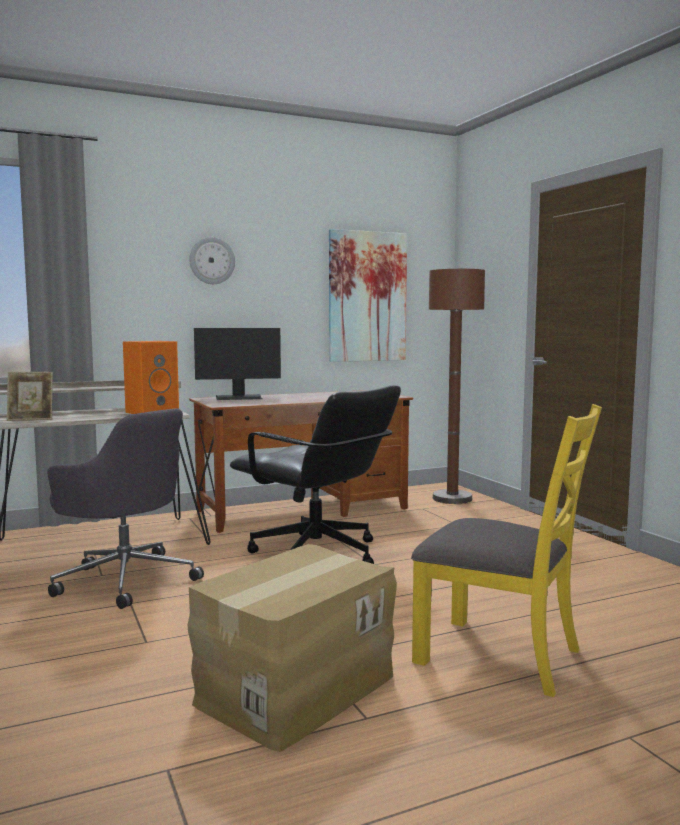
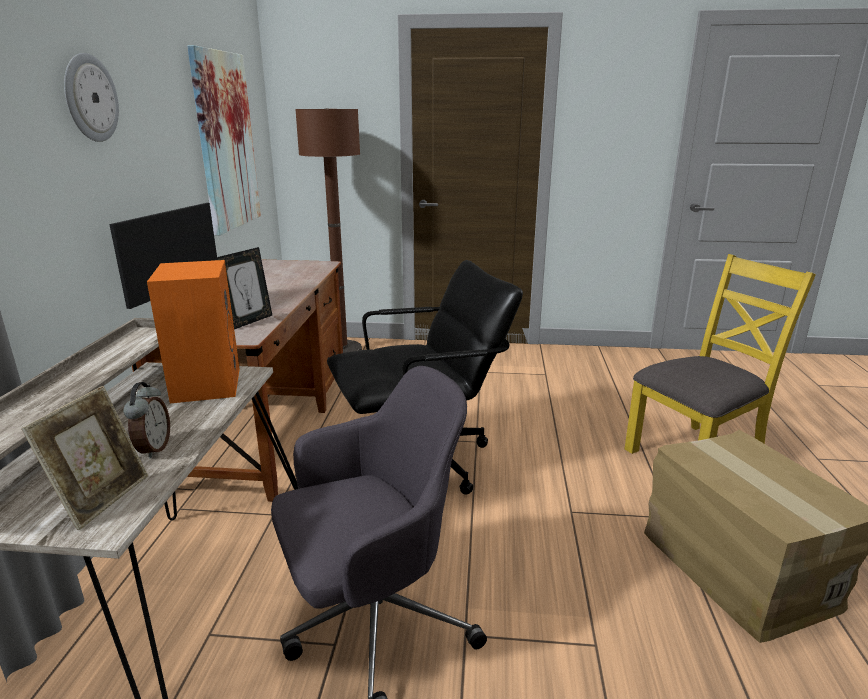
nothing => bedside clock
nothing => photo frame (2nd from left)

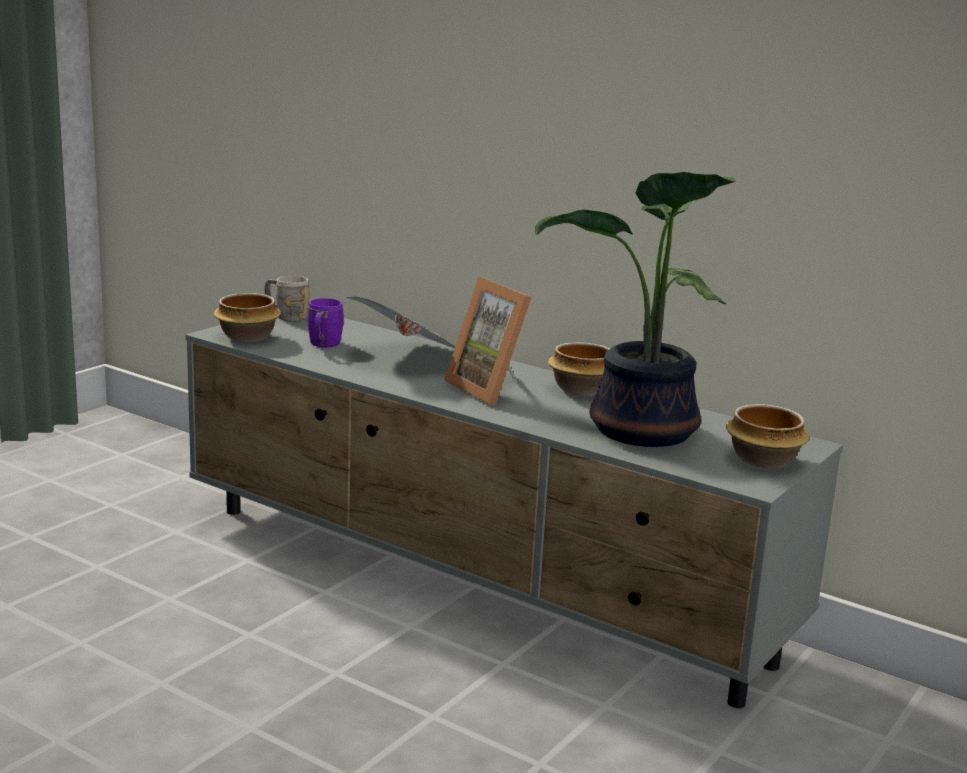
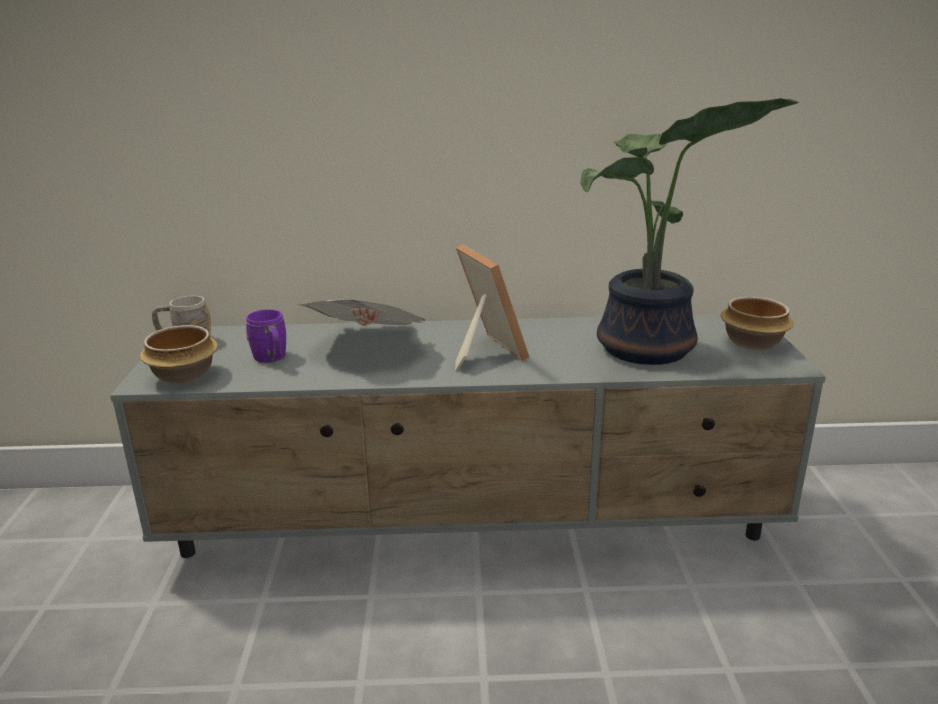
bowl (2nd from left) => nothing
photo frame, 135 degrees counterclockwise

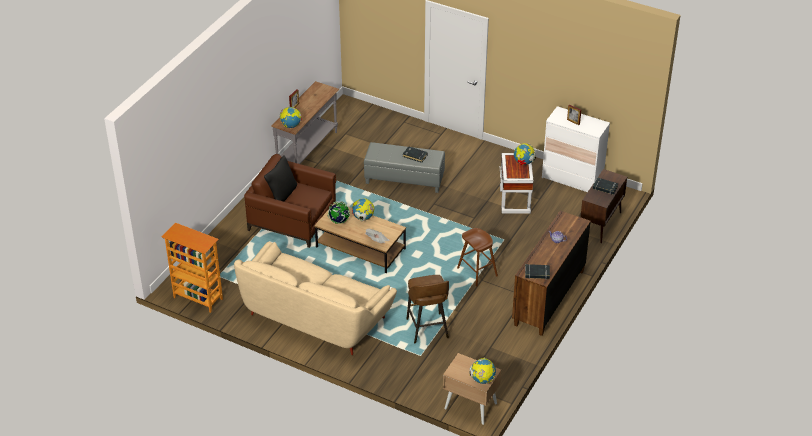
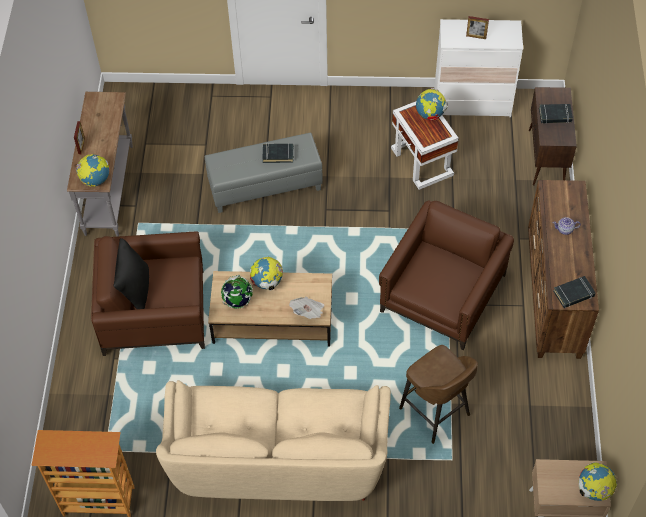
stool seat/brown (2nd from left) => lounge chair/brown (2nd from left)

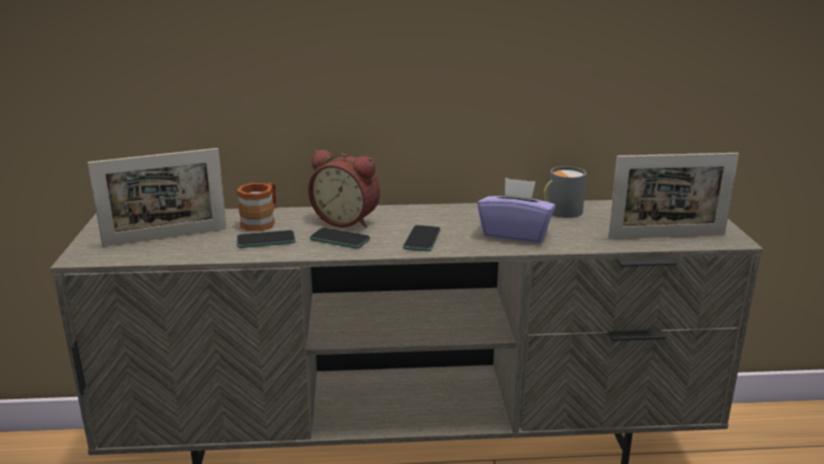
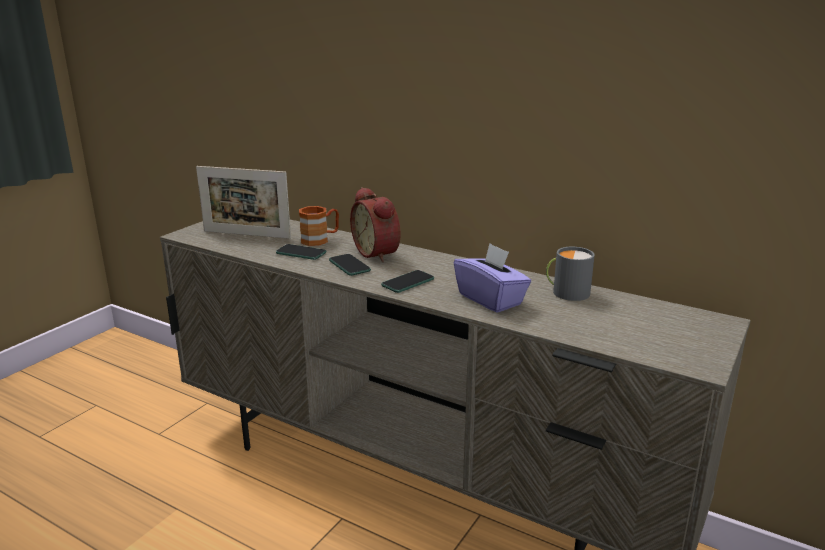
photo frame (2nd from left) => nothing

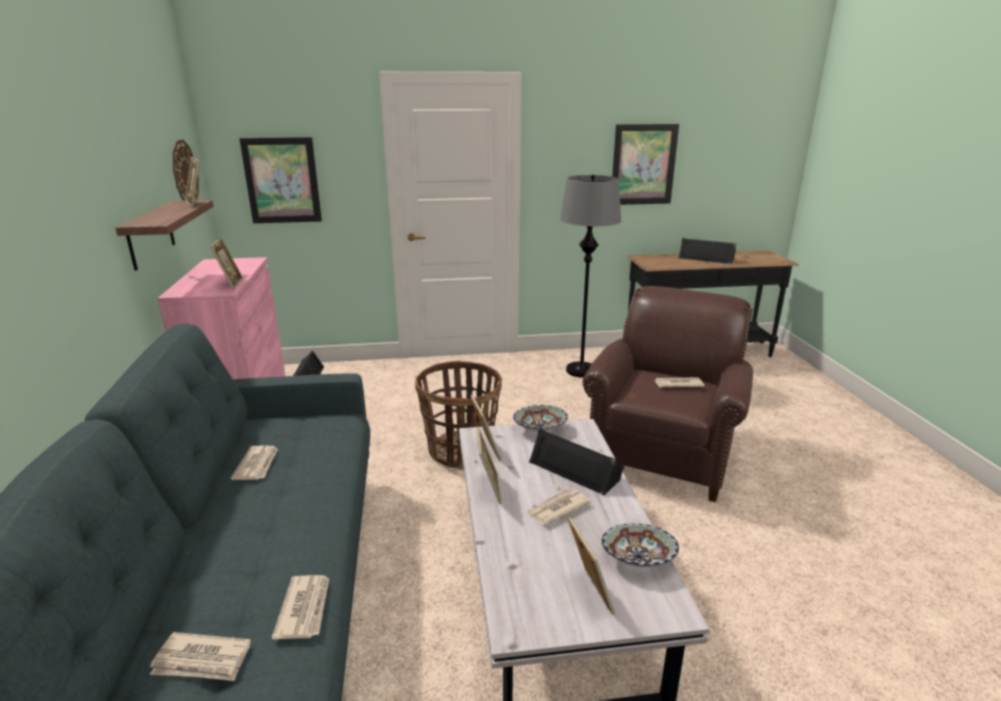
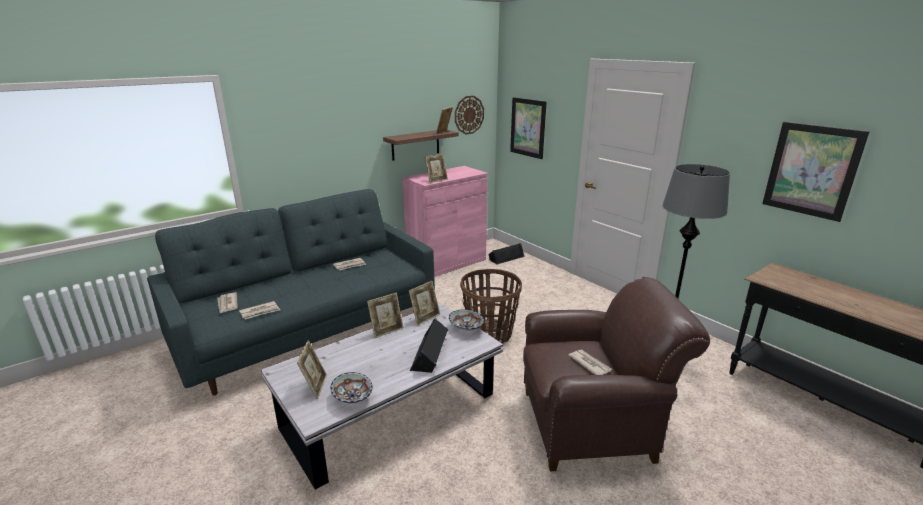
printed paper (4th from left) => nothing
speaker/black (3rd from left) => nothing
photo frame (5th from left in the first image) => photo frame (1st from left), 45 degrees counterclockwise

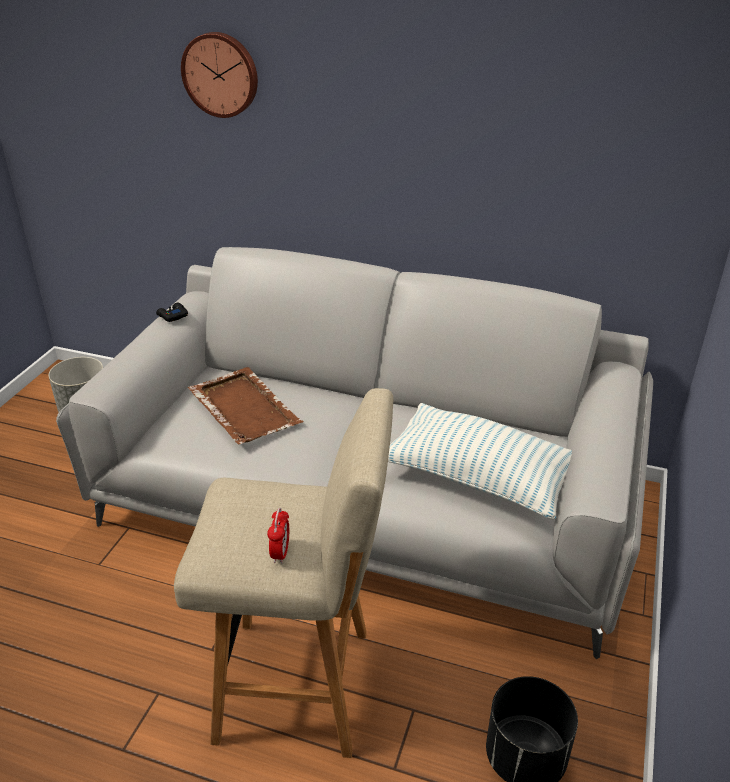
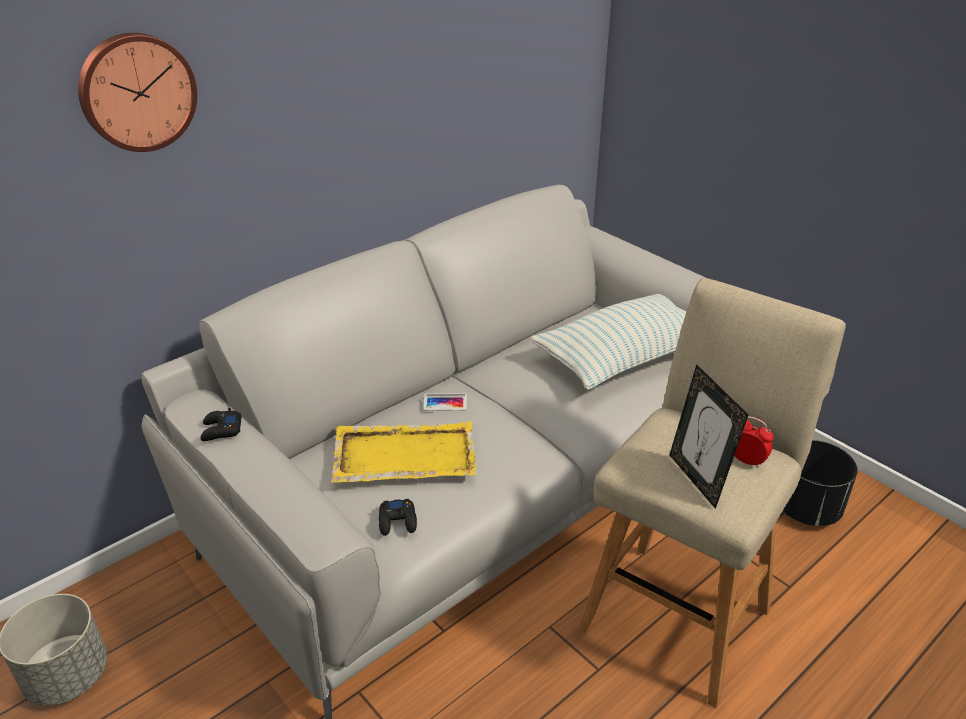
nothing => gamepad/black (2nd from left)
nothing => phone
nothing => photo frame
carrying tray/brown => carrying tray/yellowish

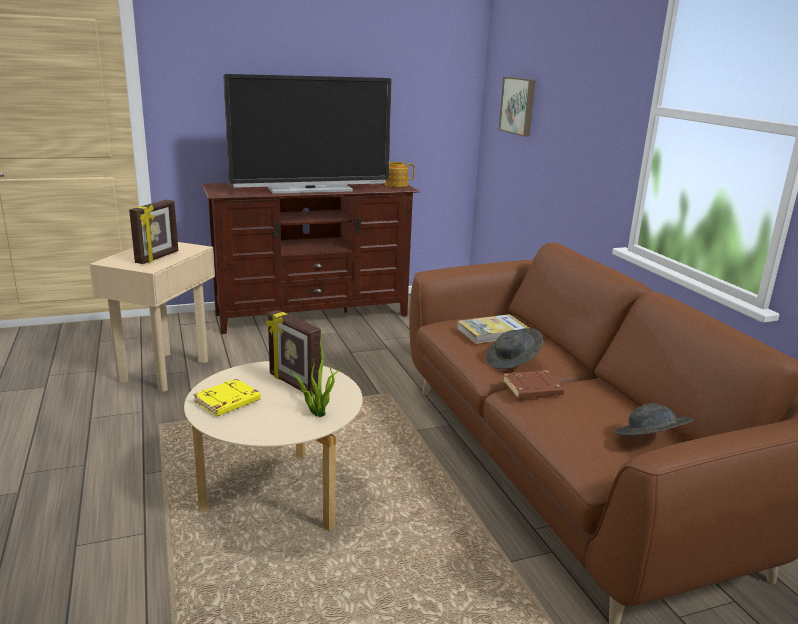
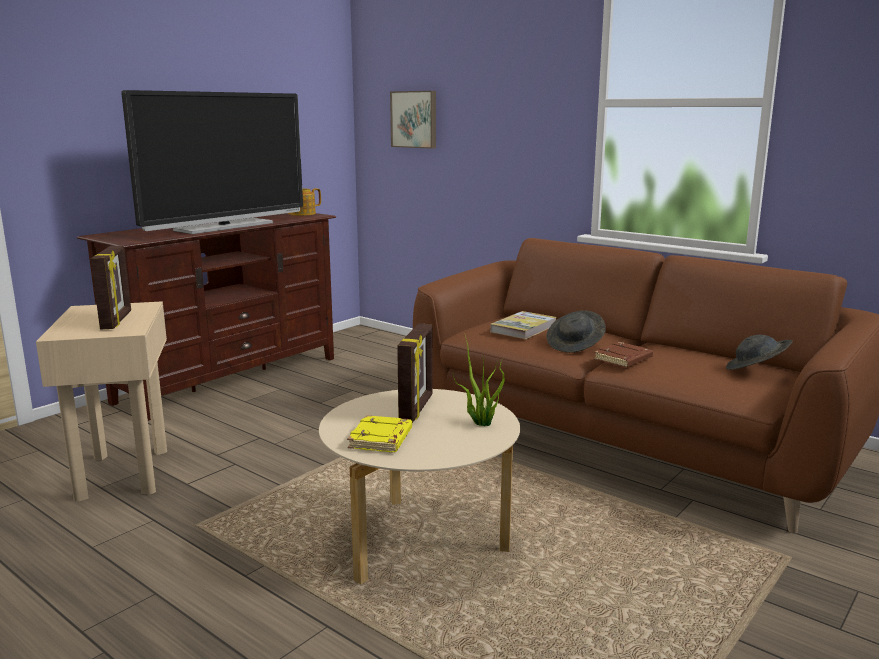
photo frame (2nd from left), 90 degrees counterclockwise

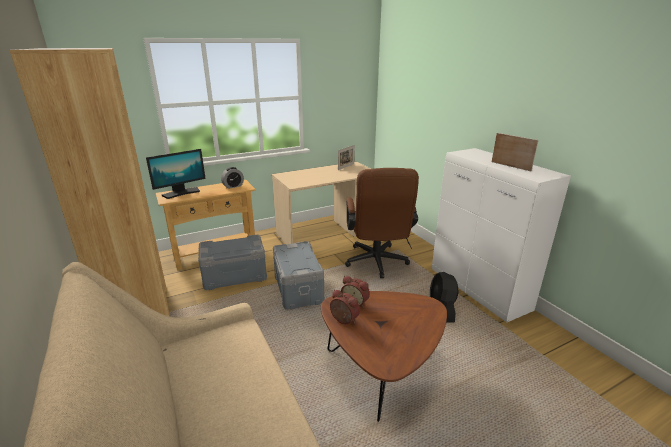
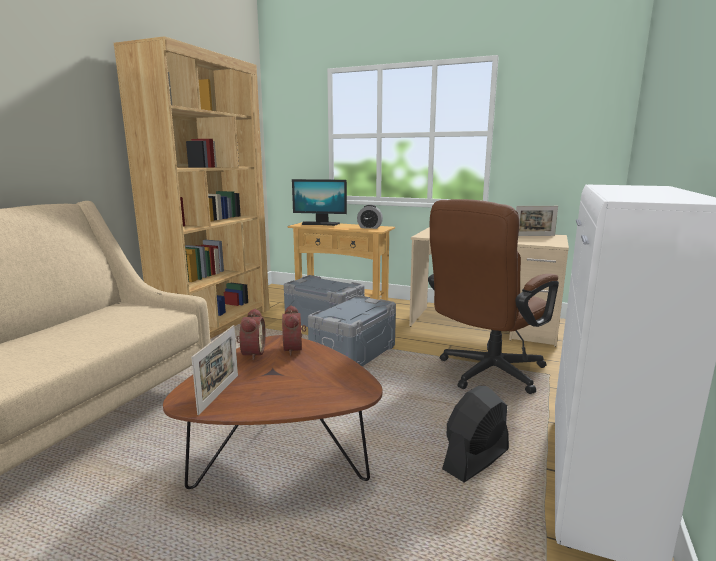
photo frame (2nd from left in the first image) => photo frame (1st from left), moved

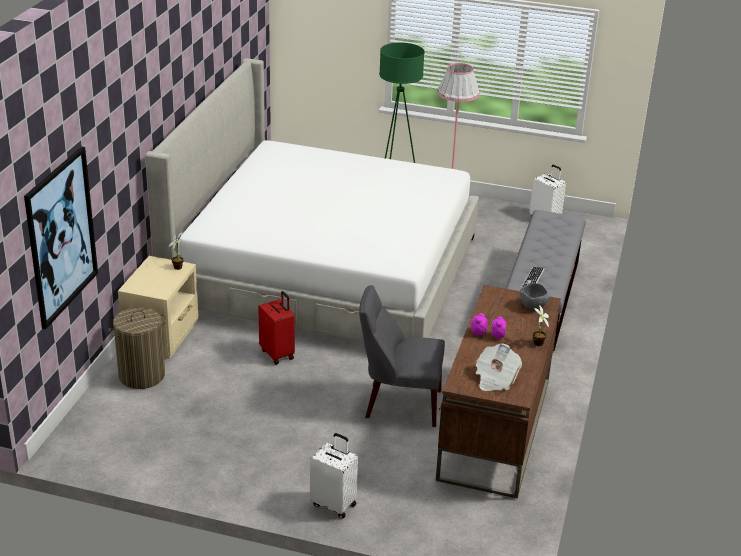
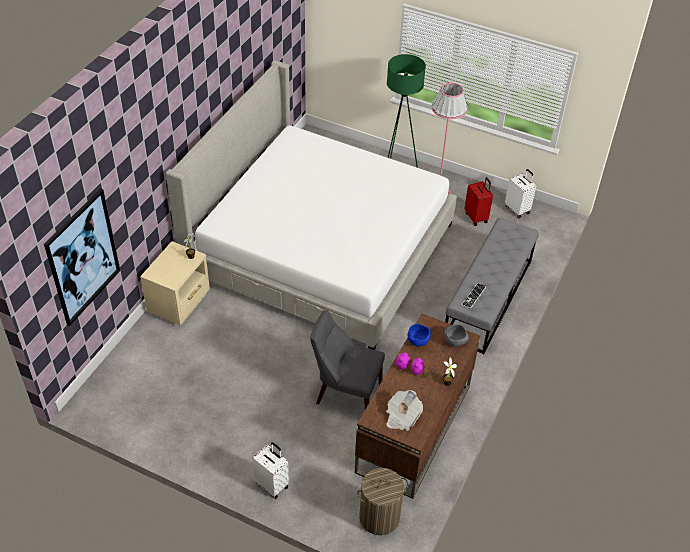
nothing => bowl/blue-coloured
washing basket, moved
suitcase/reddish, moved

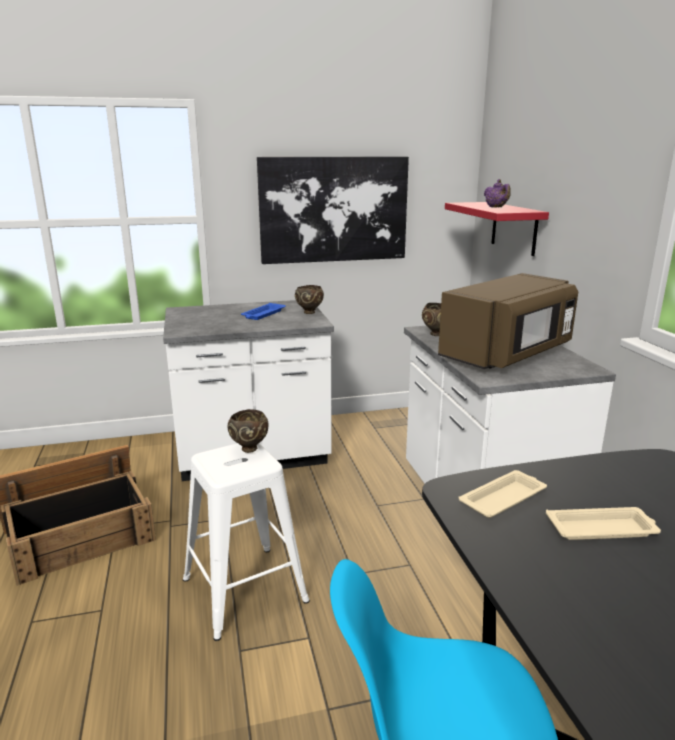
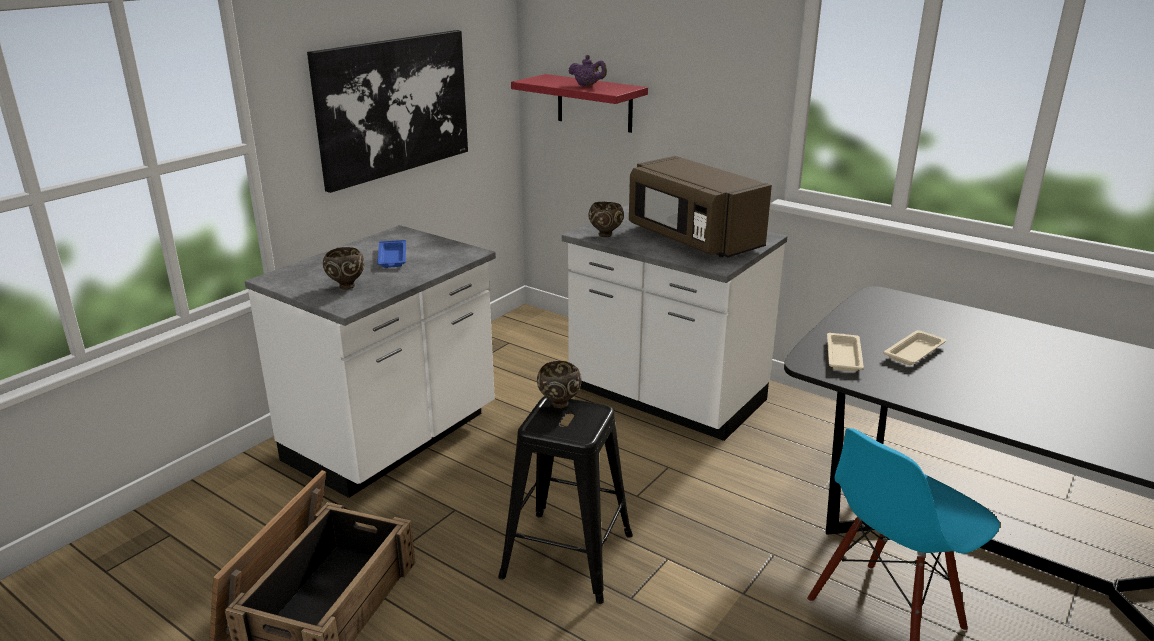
bowl/brown (2nd from left in the first image) => bowl/brown (1st from left), moved
stool seat/white-coloured => stool seat/black
kitchen microwave/brown, 135 degrees clockwise

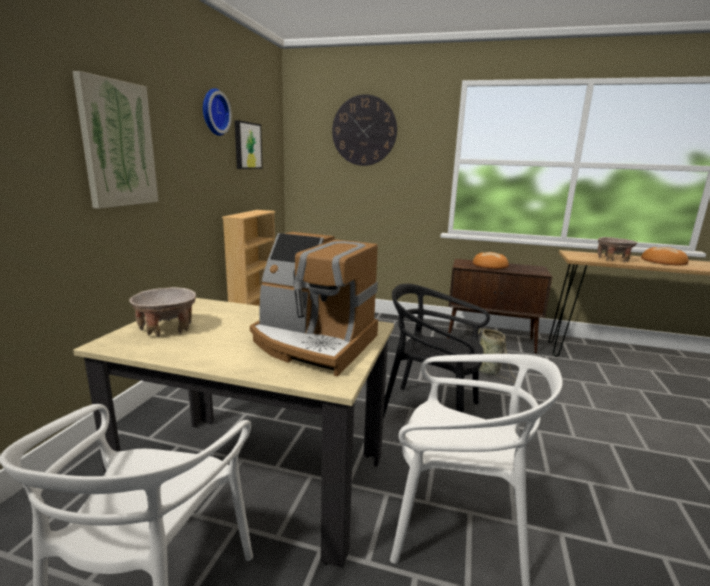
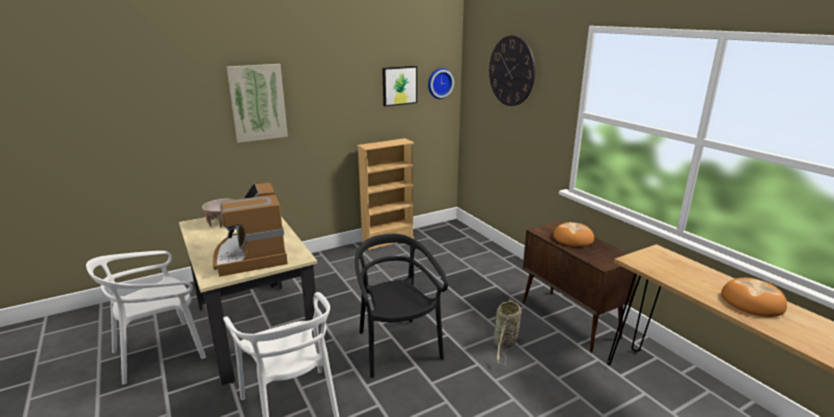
bowl/beige (2nd from left) => nothing
clock on the wall (1st from left), moved

